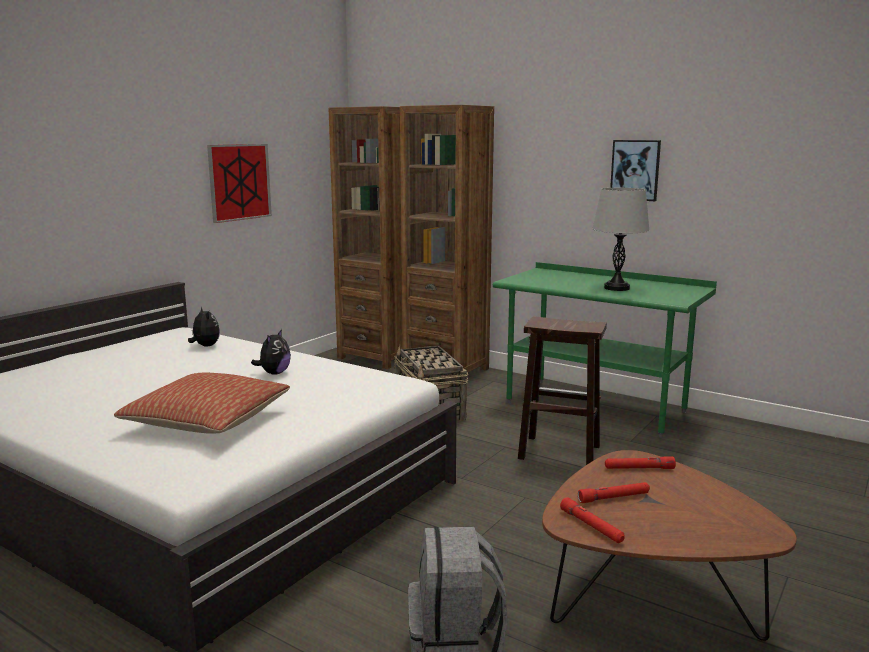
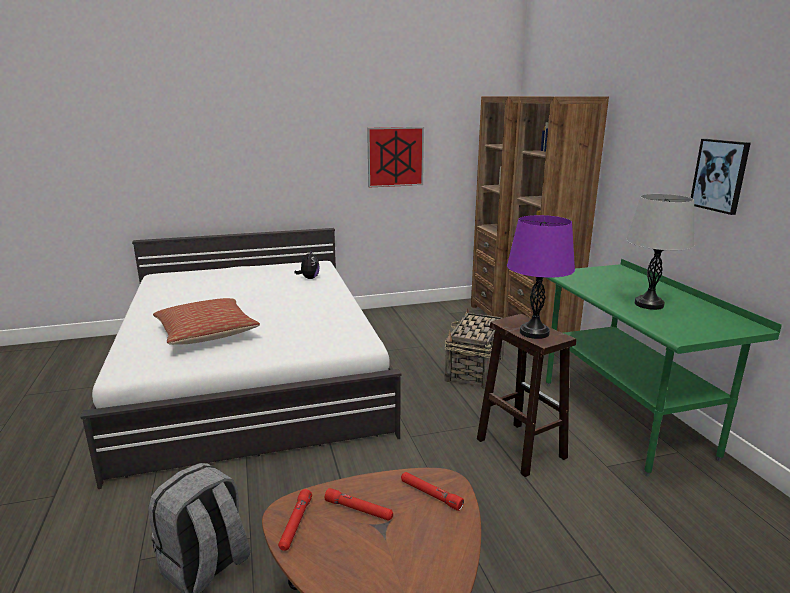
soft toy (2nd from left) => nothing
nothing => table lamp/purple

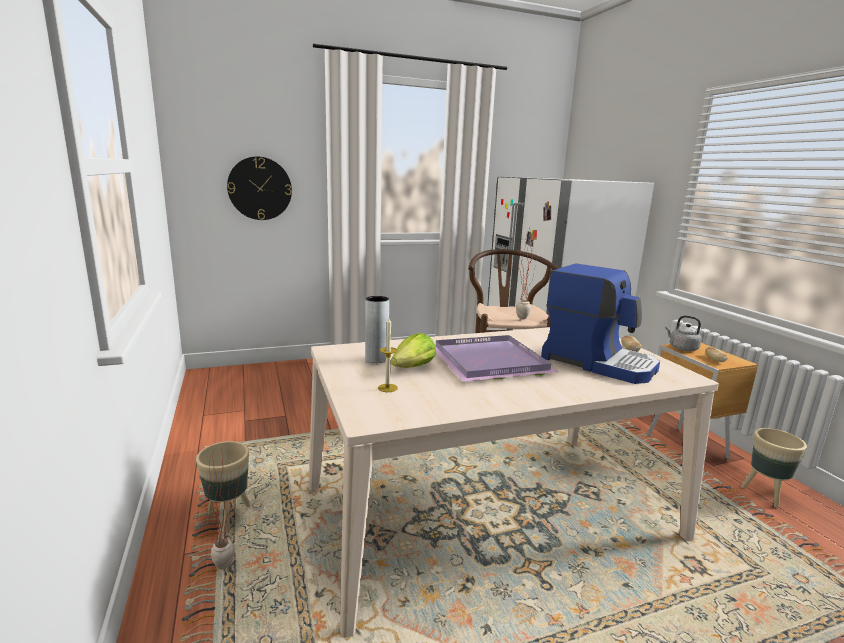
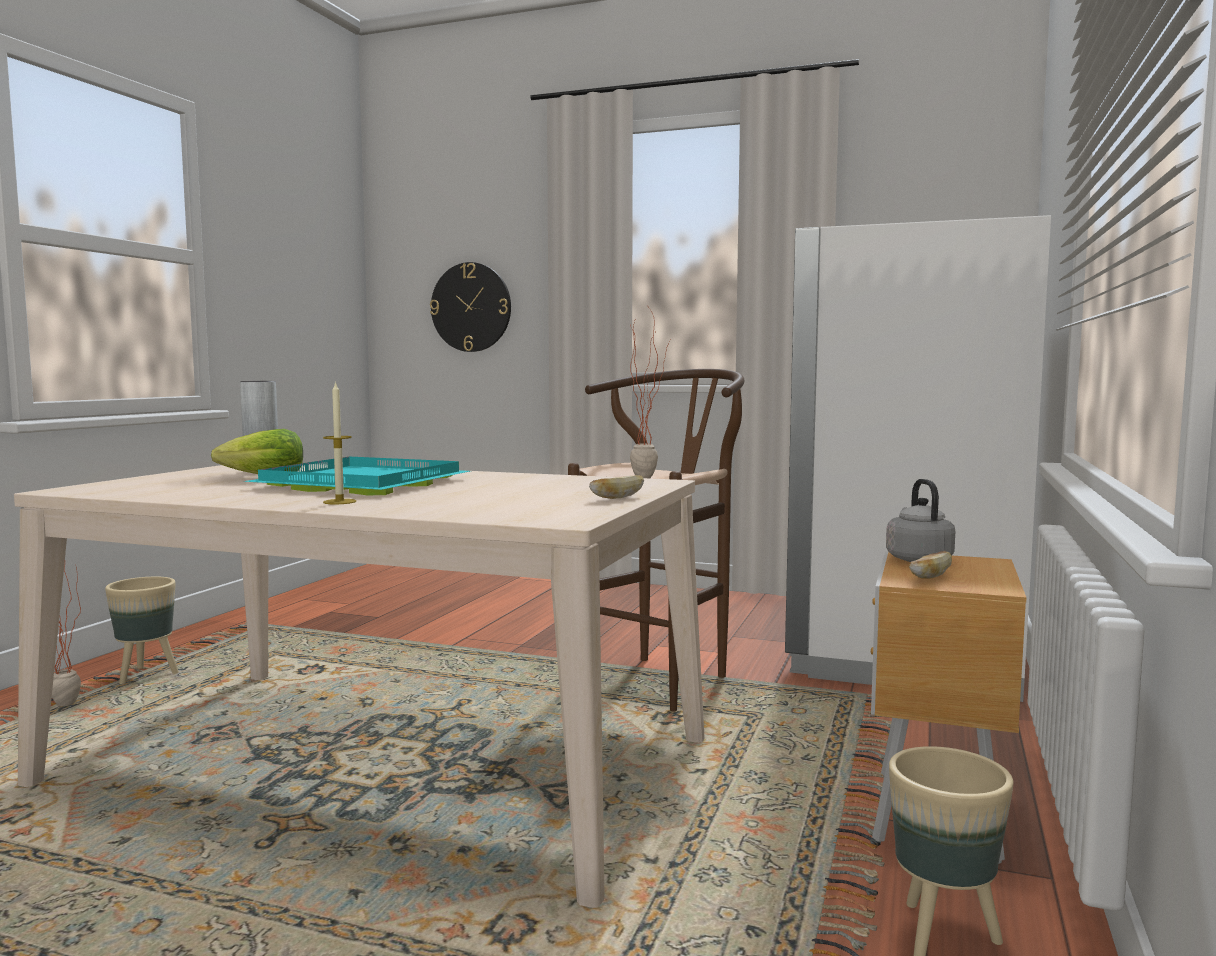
coffee machine => nothing
wax light, moved
carrying tray/purple => carrying tray/turquoise-coloured

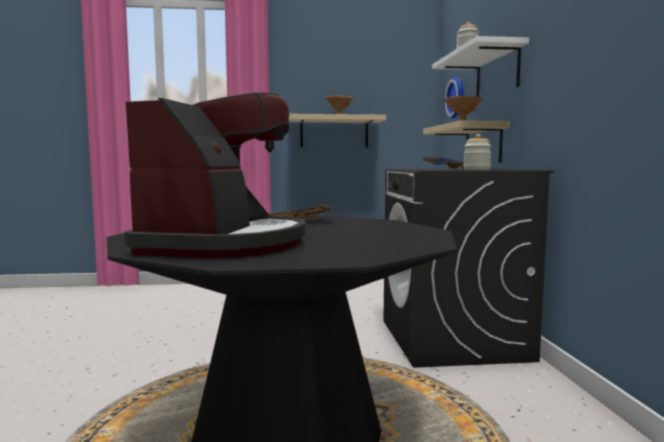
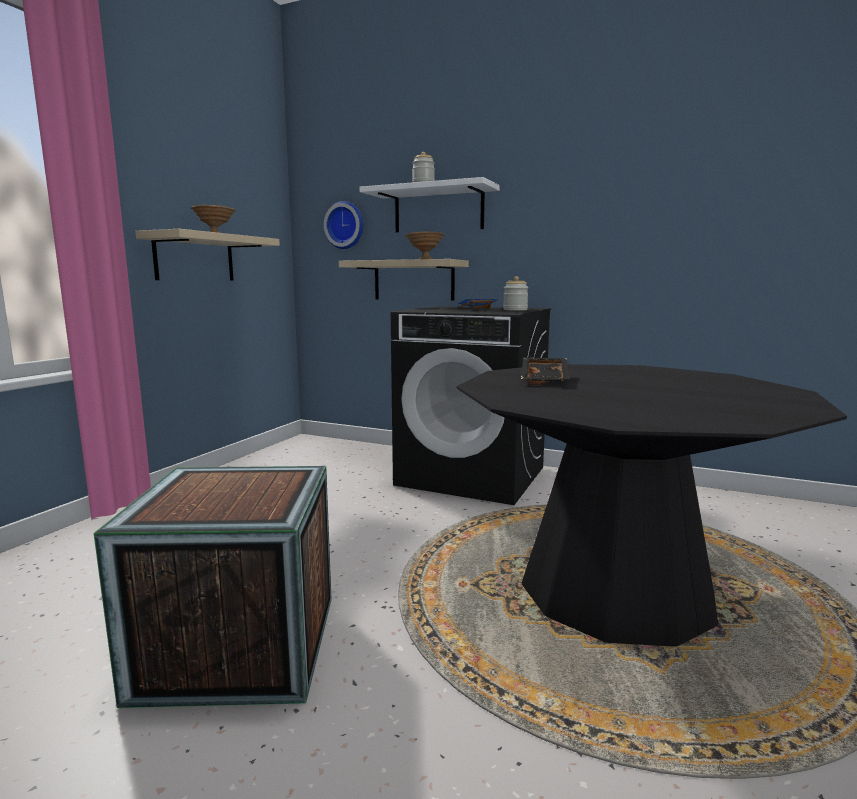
coffee machine => nothing
nothing => packing crate

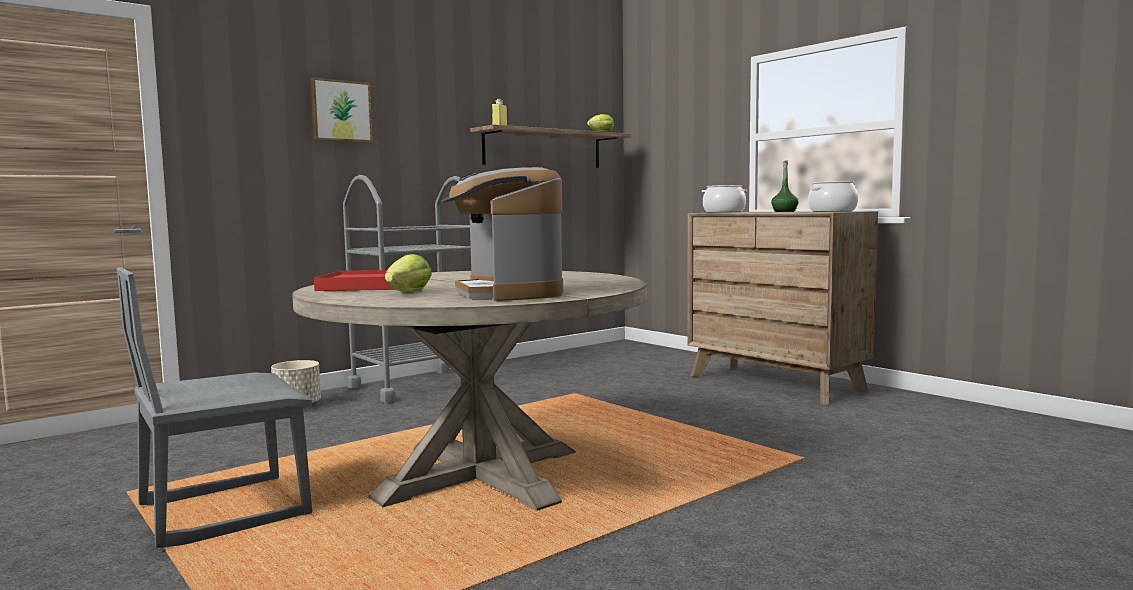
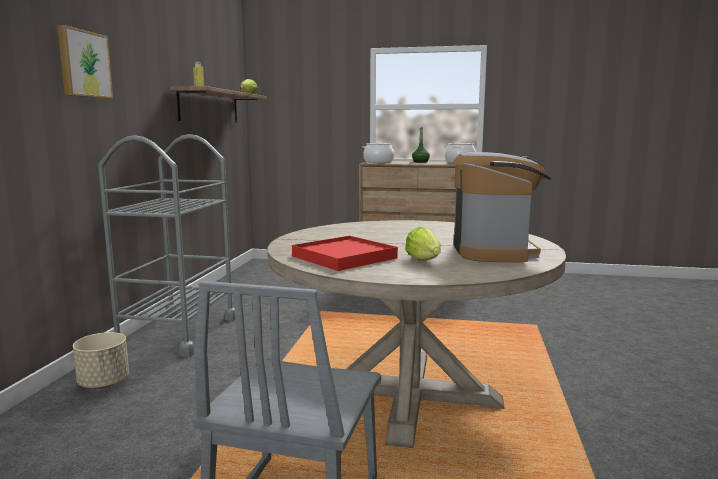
coffee machine, 120 degrees counterclockwise

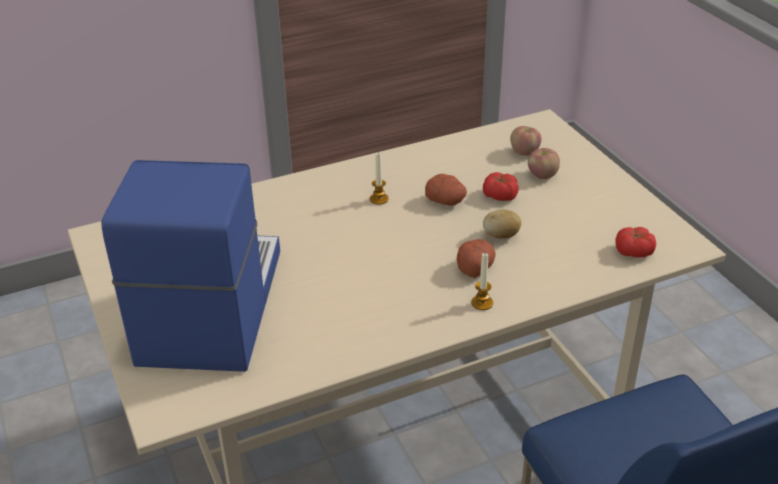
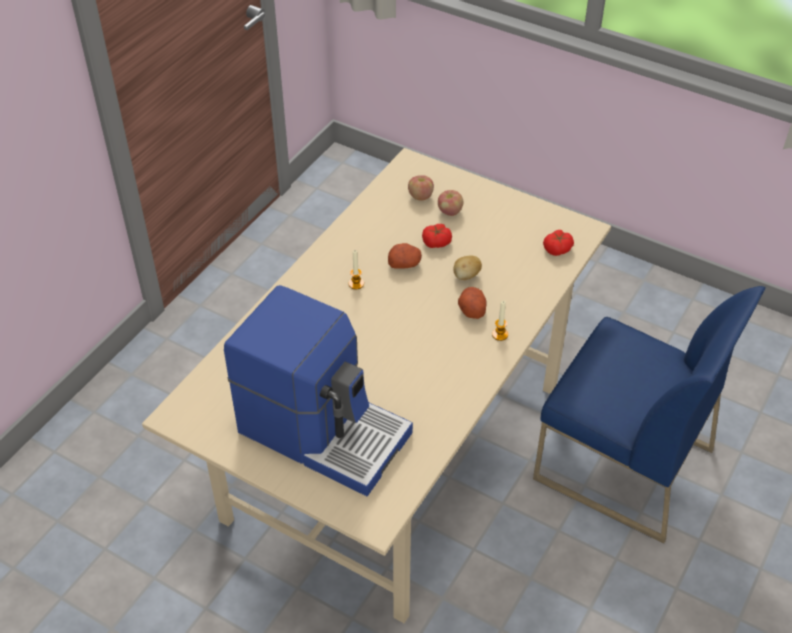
coffee machine, 150 degrees clockwise

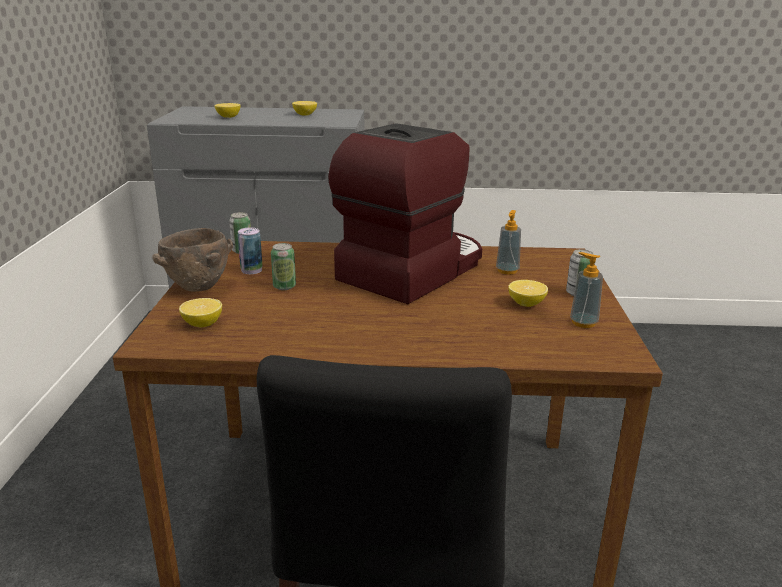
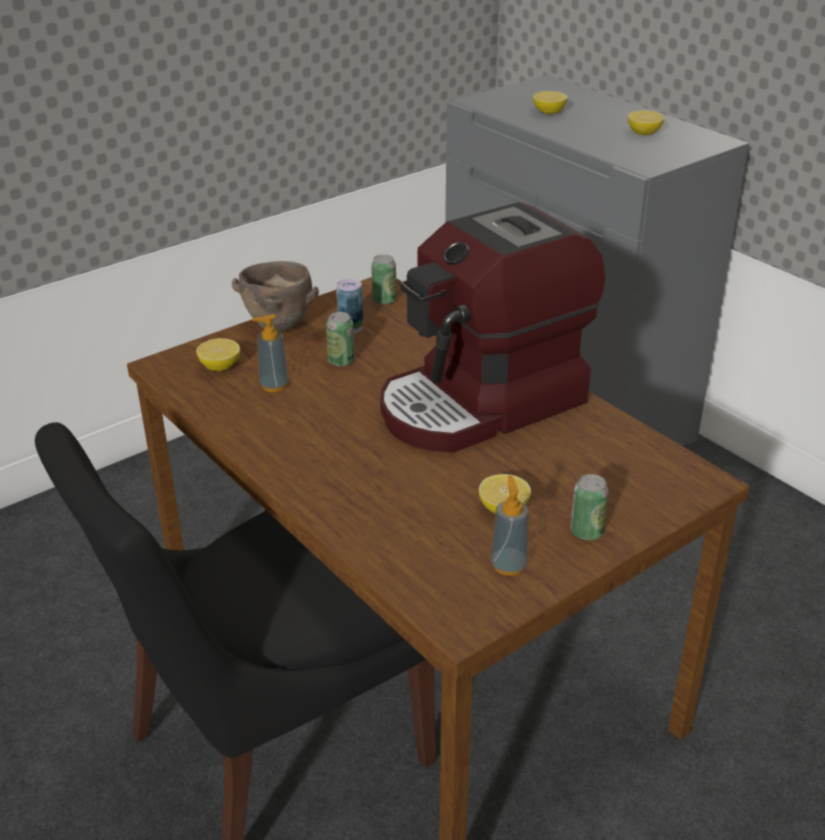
soap bottle (1st from left), moved
coffee machine, 150 degrees clockwise

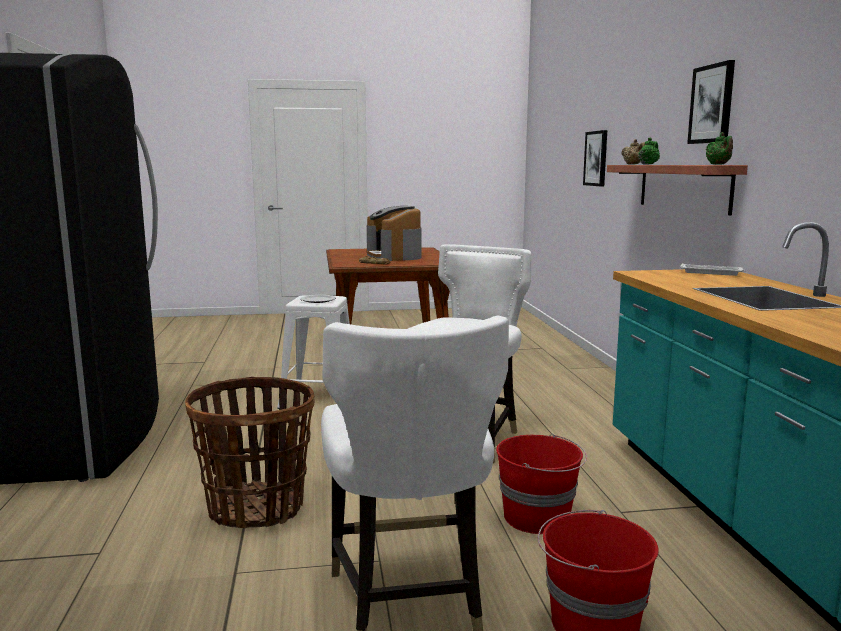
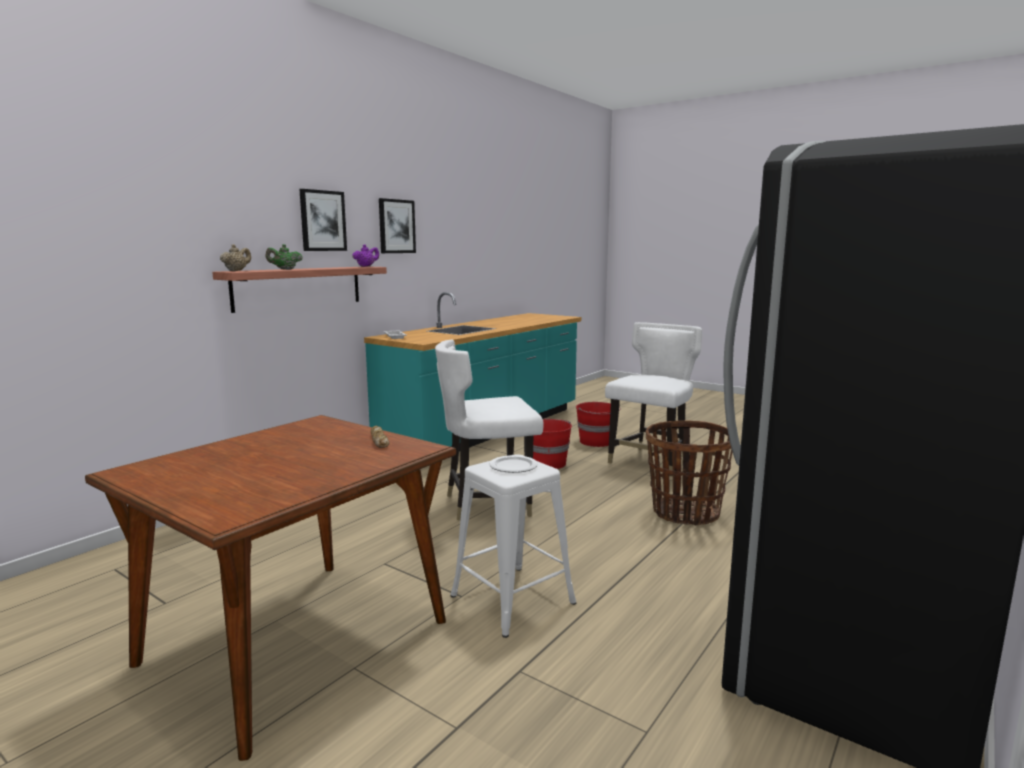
coffee machine => nothing
wall picture (1st from left in the first image) => wall picture (2nd from left), moved
teapot/greenish (2nd from left) => teapot/purple

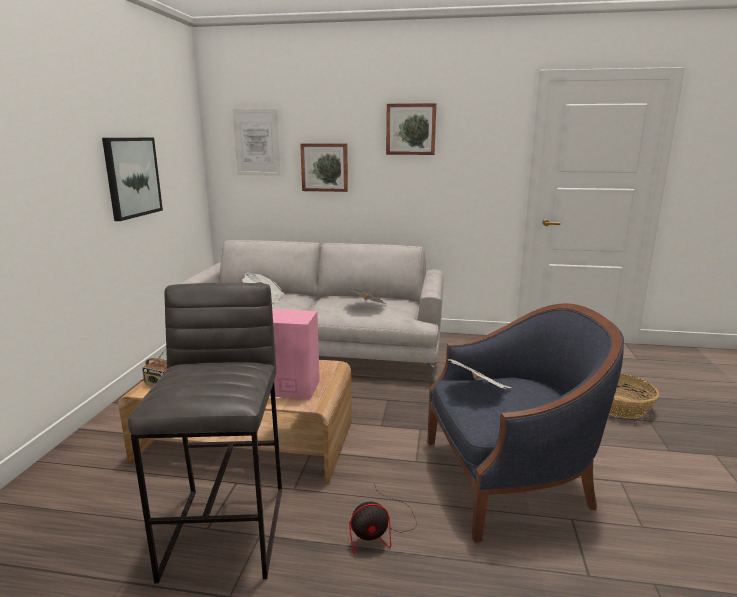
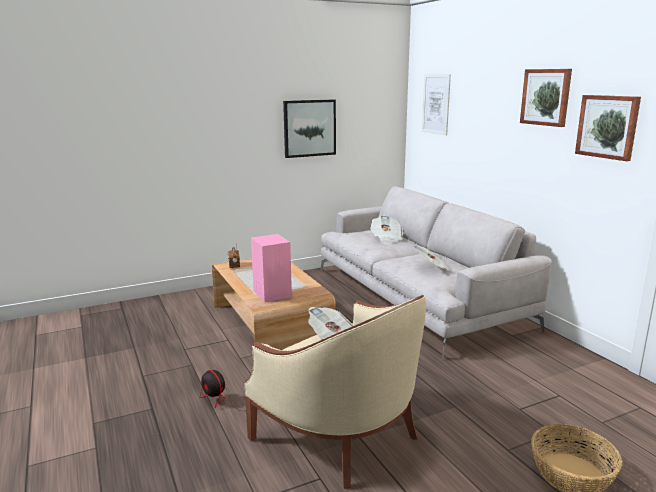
stool seat/gray => nothing
wall picture (3rd from left in the first image) => wall picture (4th from left), moved
lounge chair/blue-coloured => lounge chair/beige

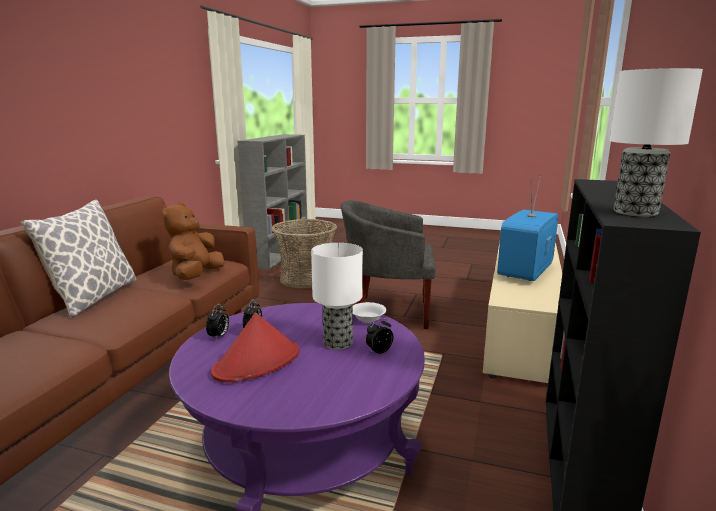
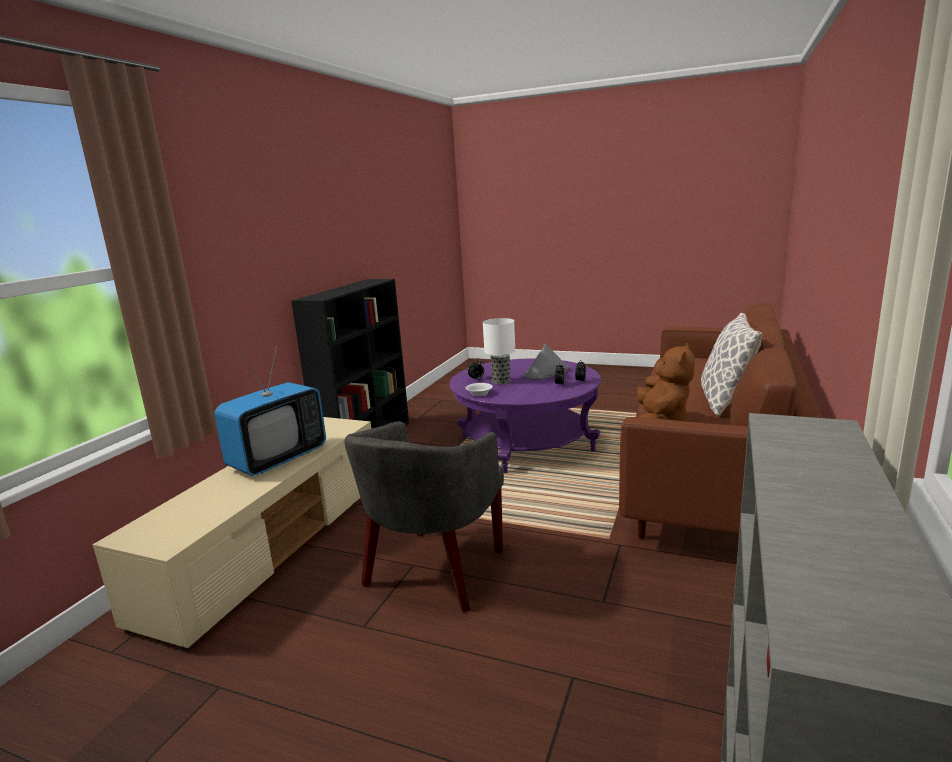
basket => nothing
table lamp (2nd from left) => nothing
wearable hat/reddish => wearable hat/gray
lounge chair/gray, 105 degrees clockwise

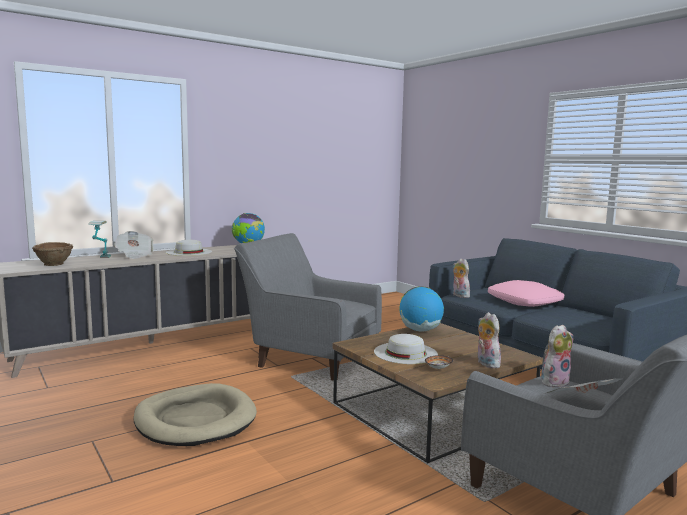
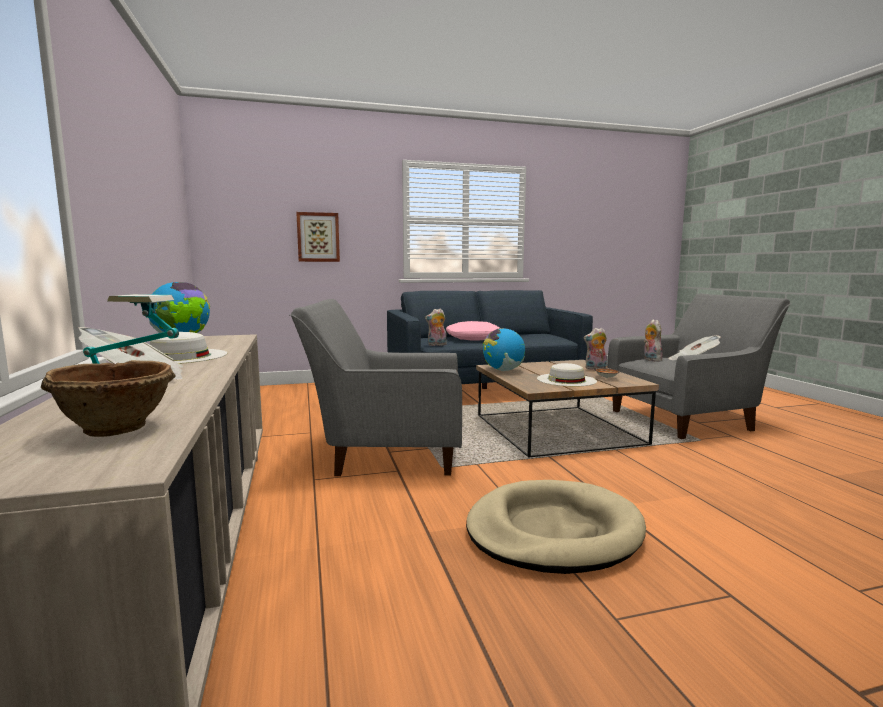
nothing => wall picture
lounge chair/gray (1st from left), 45 degrees clockwise

